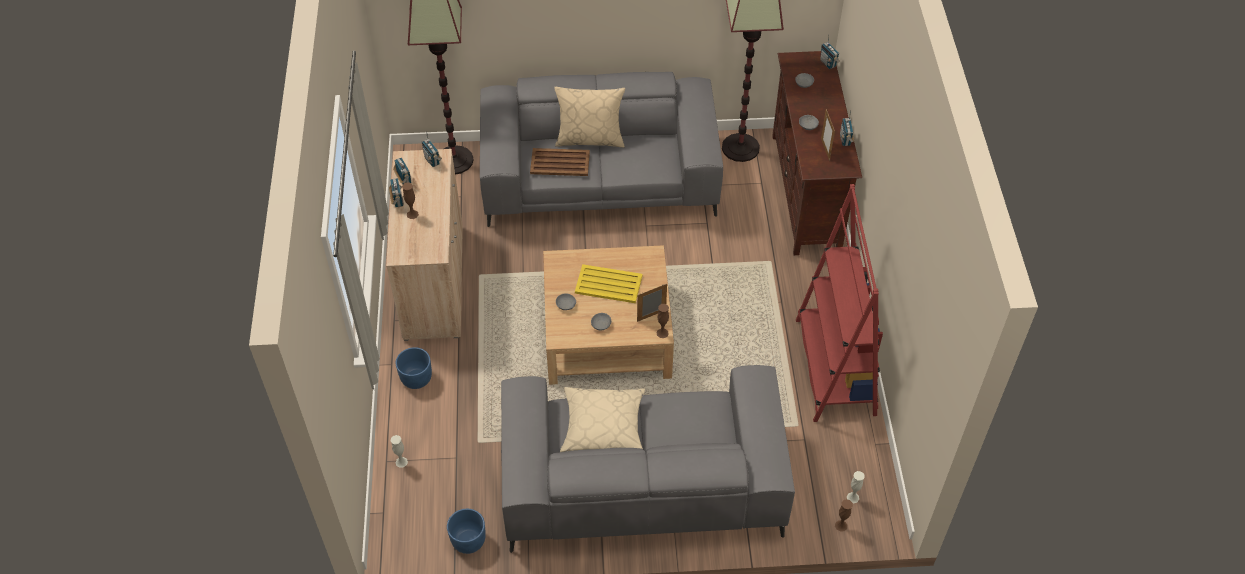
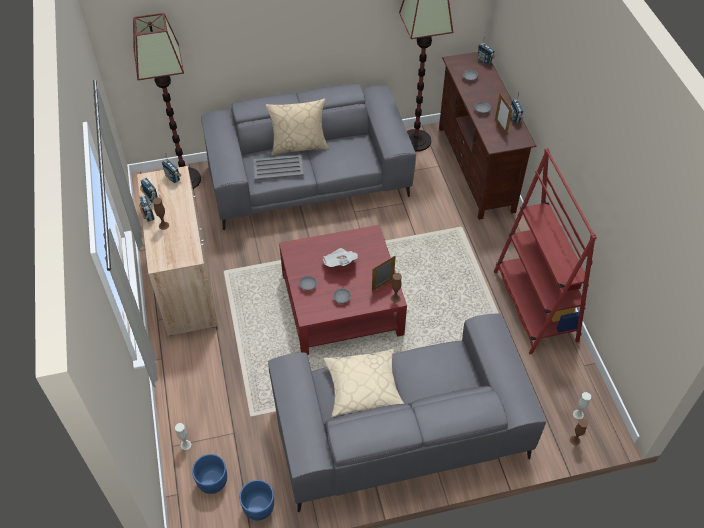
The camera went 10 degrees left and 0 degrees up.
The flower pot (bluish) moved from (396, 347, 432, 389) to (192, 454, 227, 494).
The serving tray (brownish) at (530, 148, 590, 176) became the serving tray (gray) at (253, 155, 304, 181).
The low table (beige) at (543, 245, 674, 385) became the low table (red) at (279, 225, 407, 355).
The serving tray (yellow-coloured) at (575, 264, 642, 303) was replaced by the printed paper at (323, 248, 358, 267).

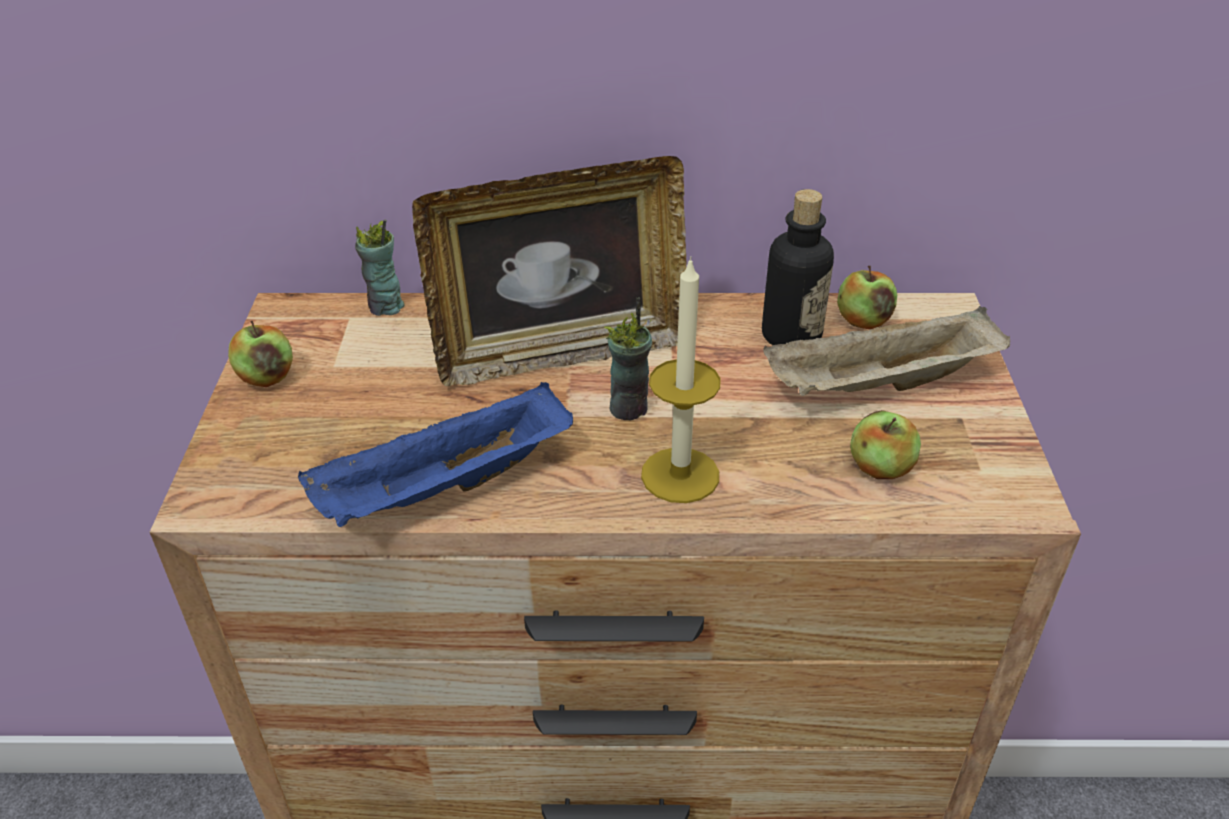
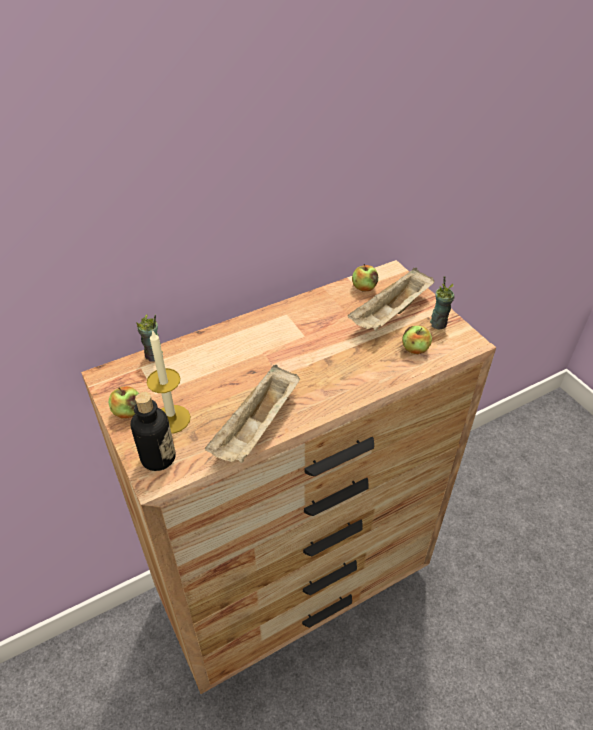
The camera went 30 degrees left and 5 degrees up.
The serving tray (bluish) at (298, 382, 573, 527) became the serving tray (beige) at (205, 365, 300, 463).
The photo frame at (412, 156, 687, 386) disappeared.
The drinking cup moved from (604, 298, 652, 421) to (430, 276, 455, 330).
The candle moved from (641, 256, 720, 503) to (147, 330, 190, 434).
The drink bottle moved from (762, 189, 834, 345) to (131, 392, 175, 471).

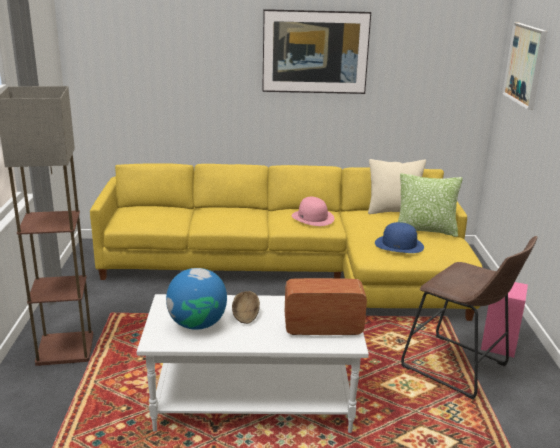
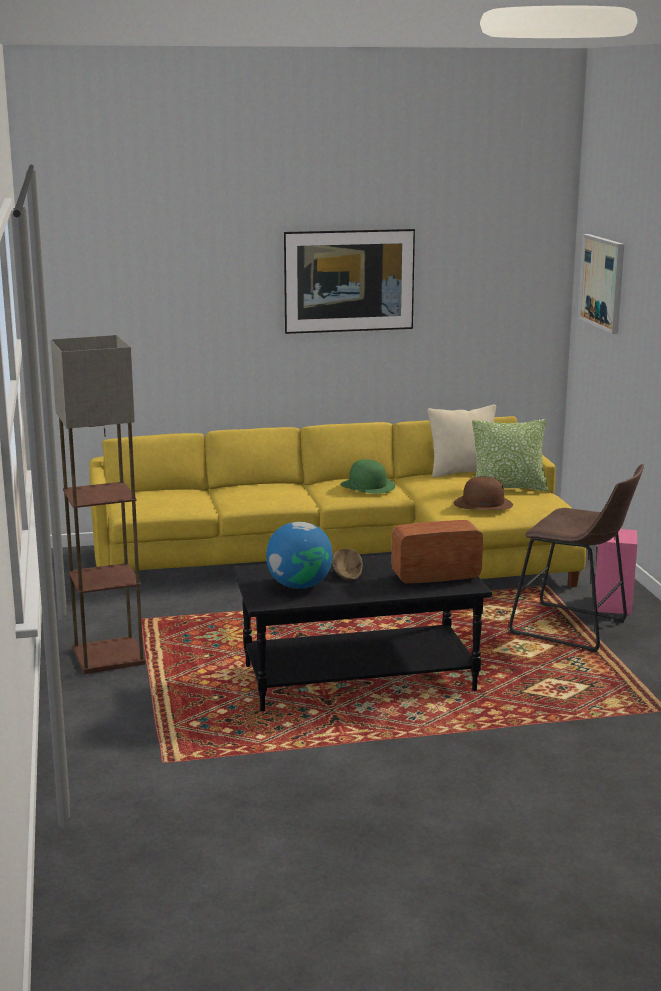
The camera went 10 degrees left and 5 degrees down.
The low table (white) at (137, 294, 369, 433) became the low table (blackish) at (233, 555, 492, 711).
The wearable hat (pinkish) at (292, 197, 334, 226) became the wearable hat (green-coloured) at (340, 459, 395, 494).
The wearable hat (bluish) at (375, 222, 424, 253) became the wearable hat (brownish) at (454, 477, 513, 510).

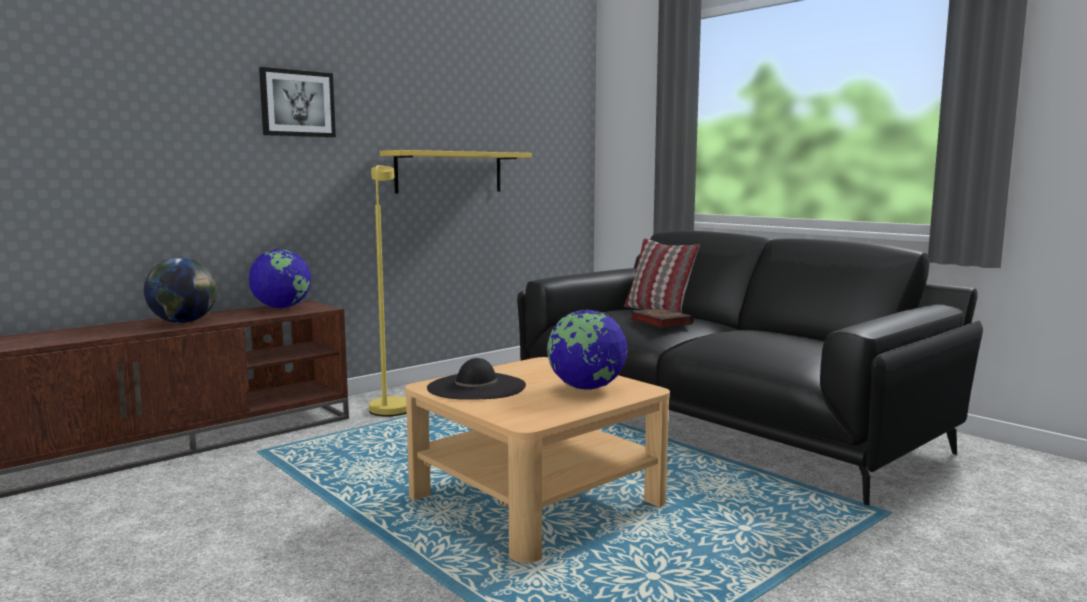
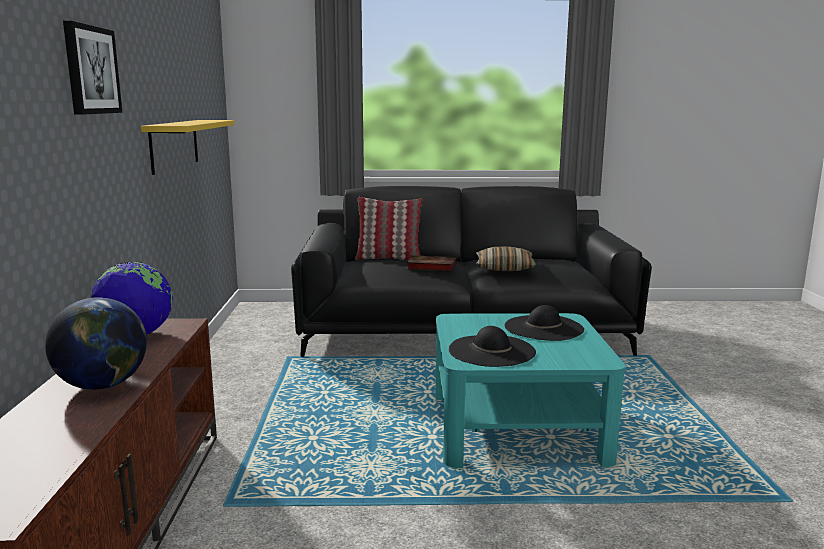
The camera went 50 degrees left and 5 degrees up.
The standard lamp (yellow-coloured) at (369, 165, 407, 417) disappeared.
The low table (beige) at (405, 357, 670, 563) became the low table (blue-green) at (436, 313, 625, 468).
The world globe at (547, 309, 628, 390) was replaced by the wearable hat (blackish) at (504, 305, 584, 341).
The pillow at (476, 246, 536, 271) appeared.

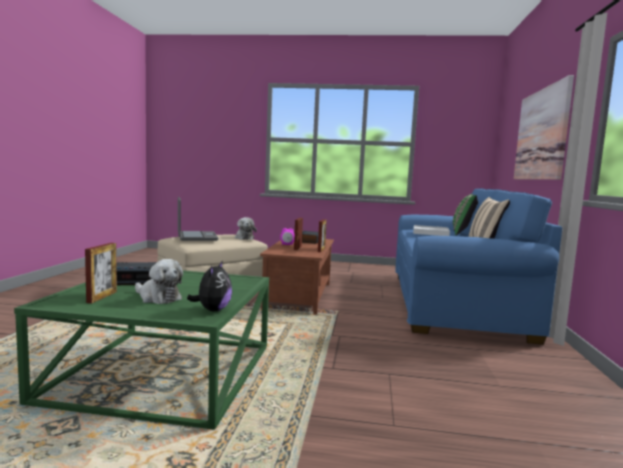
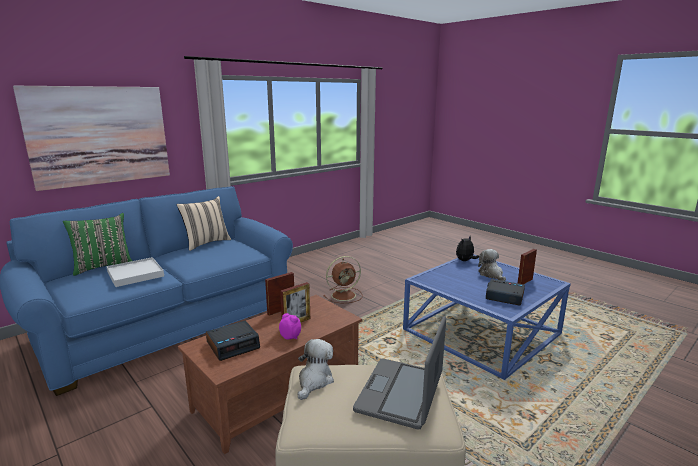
The camera went 140 degrees left and 10 degrees up.
The low table (green-coloured) at (14, 271, 269, 430) became the low table (bluish) at (403, 254, 571, 380).
The fan (brownish) at (323, 256, 363, 303) appeared.

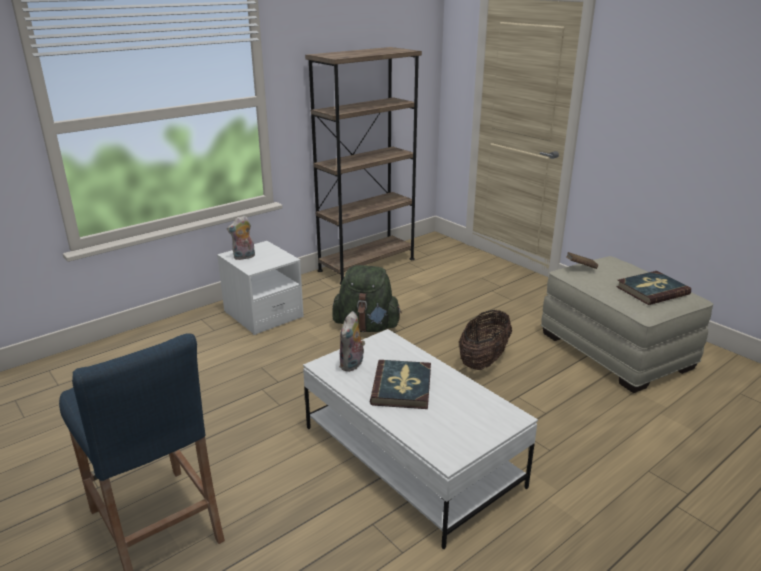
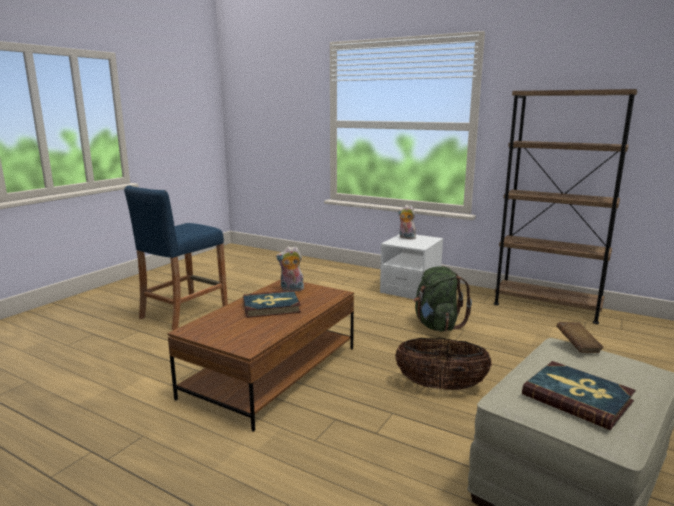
The camera went 70 degrees right and 10 degrees down.
The low table (white) at (303, 329, 538, 549) became the low table (brownish) at (167, 279, 354, 432).

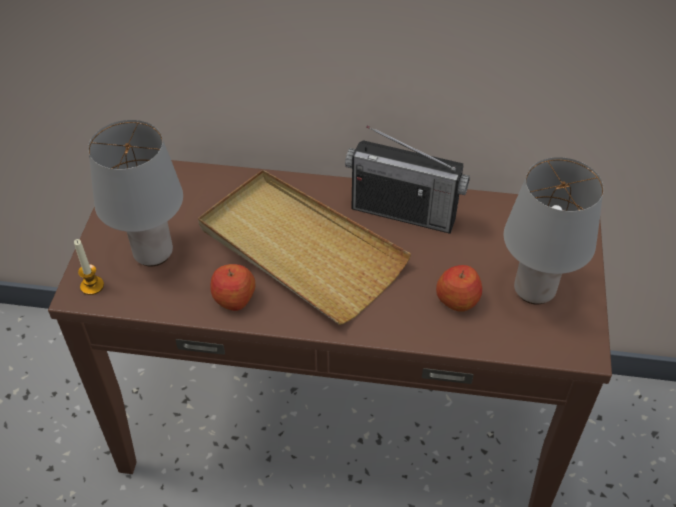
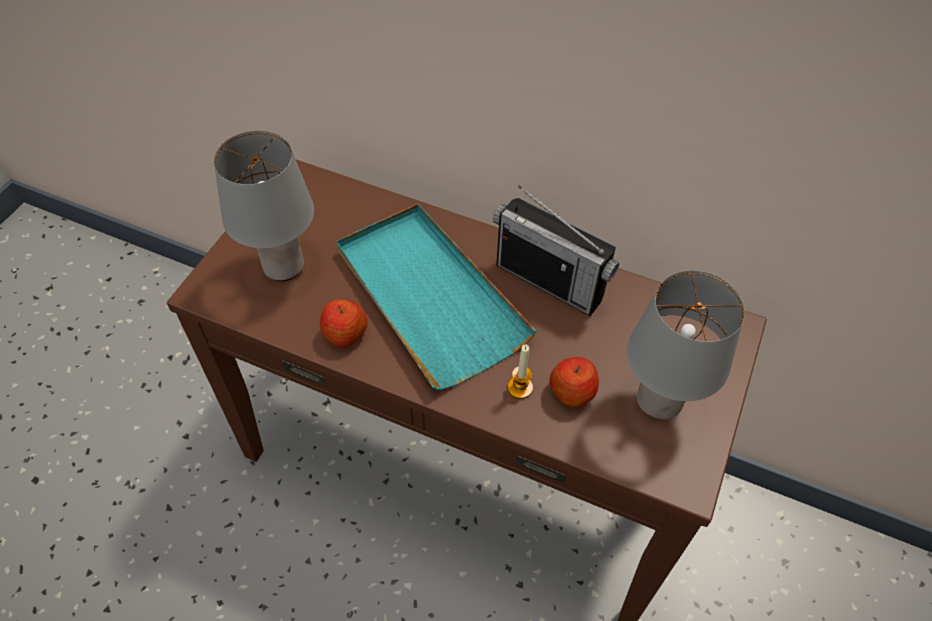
The camera went 15 degrees right and 5 degrees up.
The candle moved from (74, 239, 104, 295) to (508, 344, 533, 399).
The serving tray (beige) at (198, 170, 411, 325) became the serving tray (blue-green) at (336, 204, 536, 390).

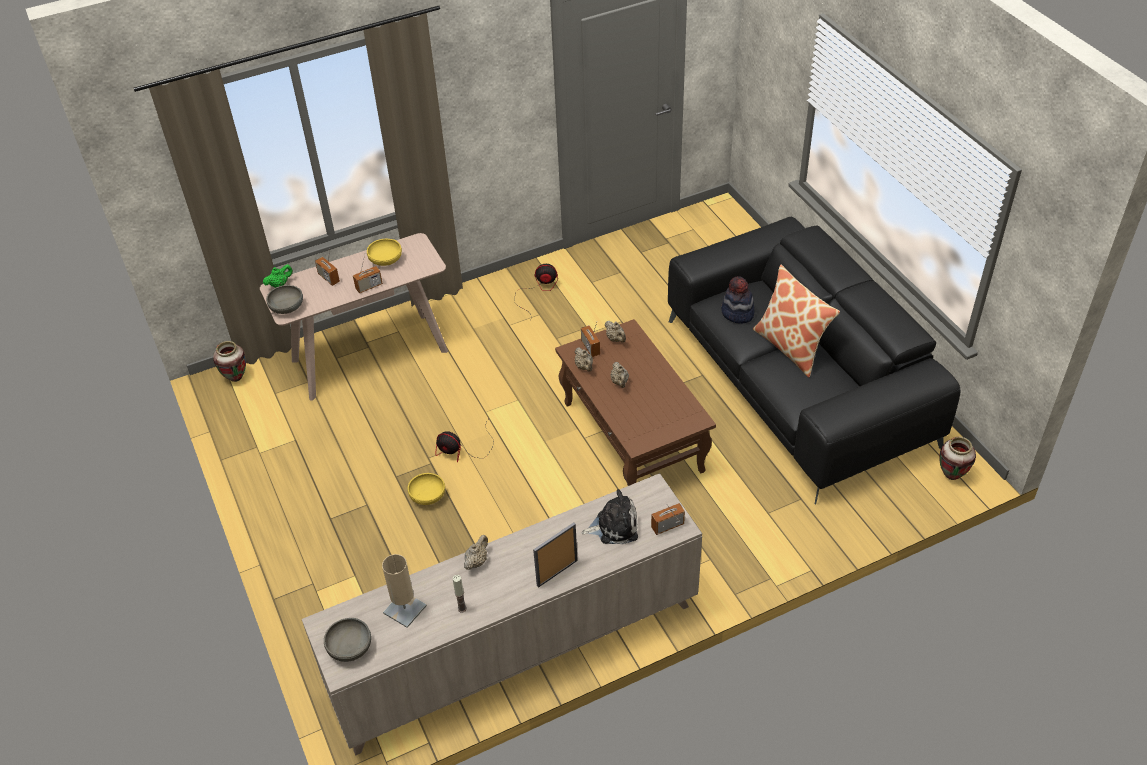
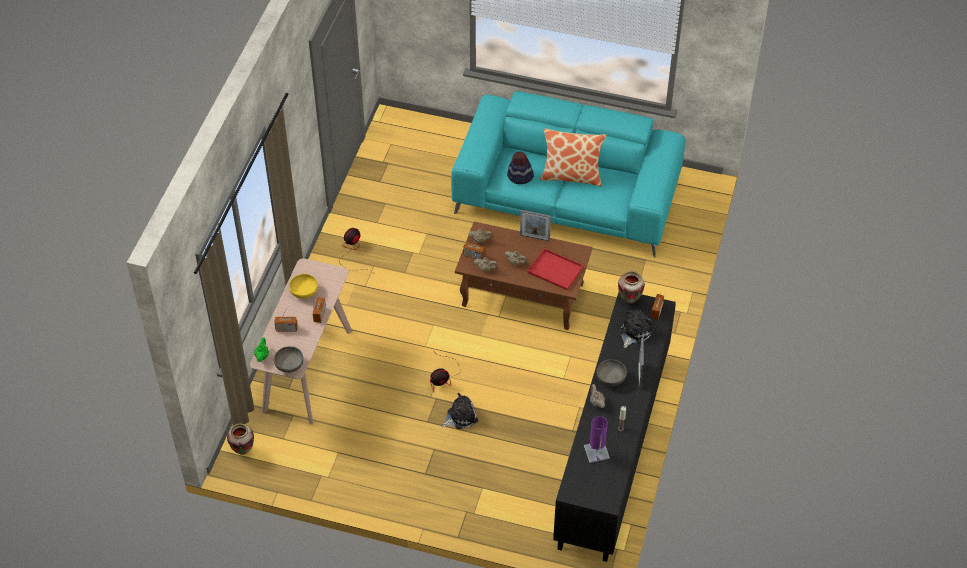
The camera went 50 degrees left and 5 degrees up.
The cabinet (beige) at (302, 473, 702, 756) became the cabinet (blackish) at (553, 292, 676, 562).
The bowl (gray) moved from (324, 618, 371, 662) to (596, 359, 627, 386).
The lamp for a table (beige) at (382, 554, 427, 628) became the lamp for a table (purple-coloured) at (584, 416, 610, 463).
The bowl (yellow-coloured) at (407, 473, 445, 505) was replaced by the plush toy at (442, 393, 478, 429).
The couch (blackish) at (668, 216, 960, 504) became the couch (blue-green) at (451, 91, 685, 257).
The vase moved from (940, 437, 976, 480) to (618, 271, 645, 304).
The photo frame at (520, 210, 551, 241) appeared.
The serving tray (red) at (527, 248, 584, 290) appeared.

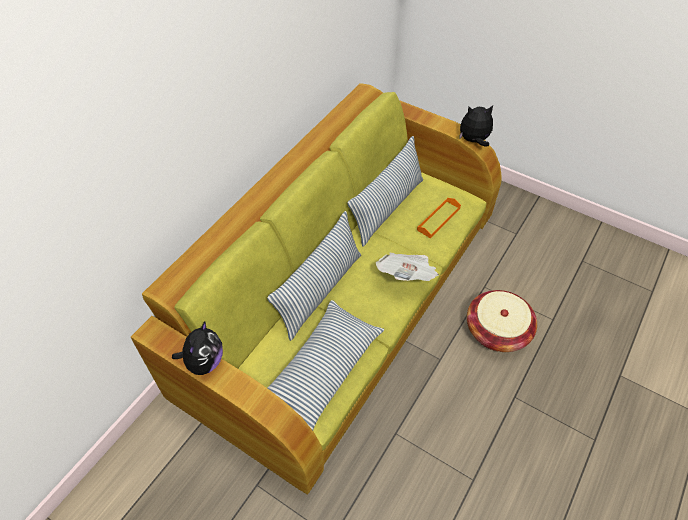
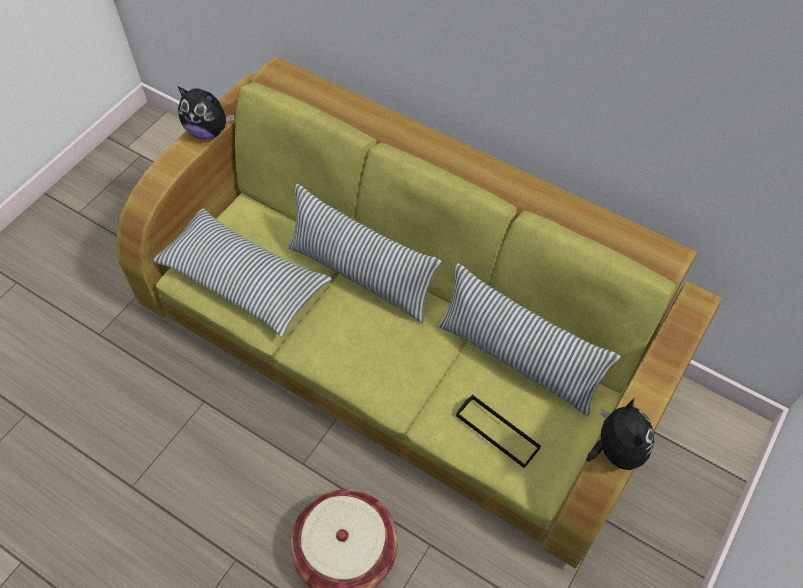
The camera went 90 degrees right and 5 degrees up.
The printed paper at (376, 252, 439, 281) disappeared.
The serving tray (orange) at (417, 198, 461, 238) became the serving tray (blackish) at (456, 395, 541, 468).

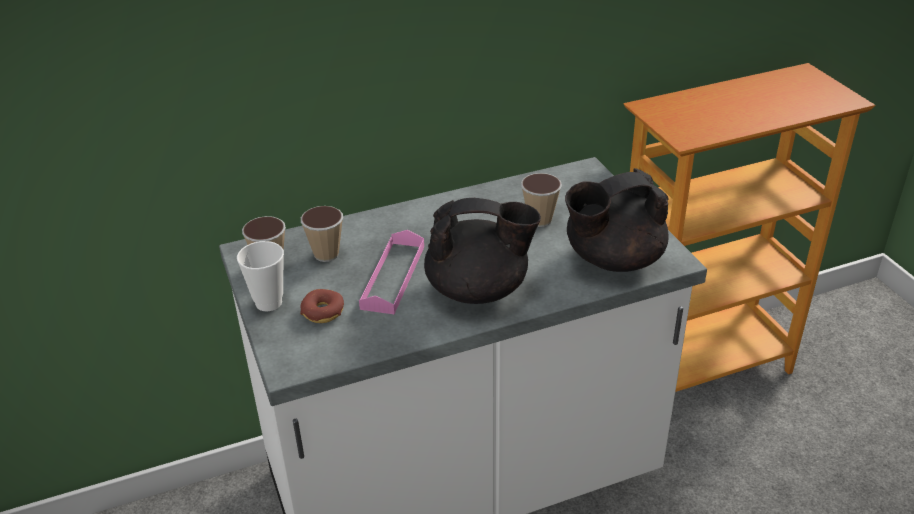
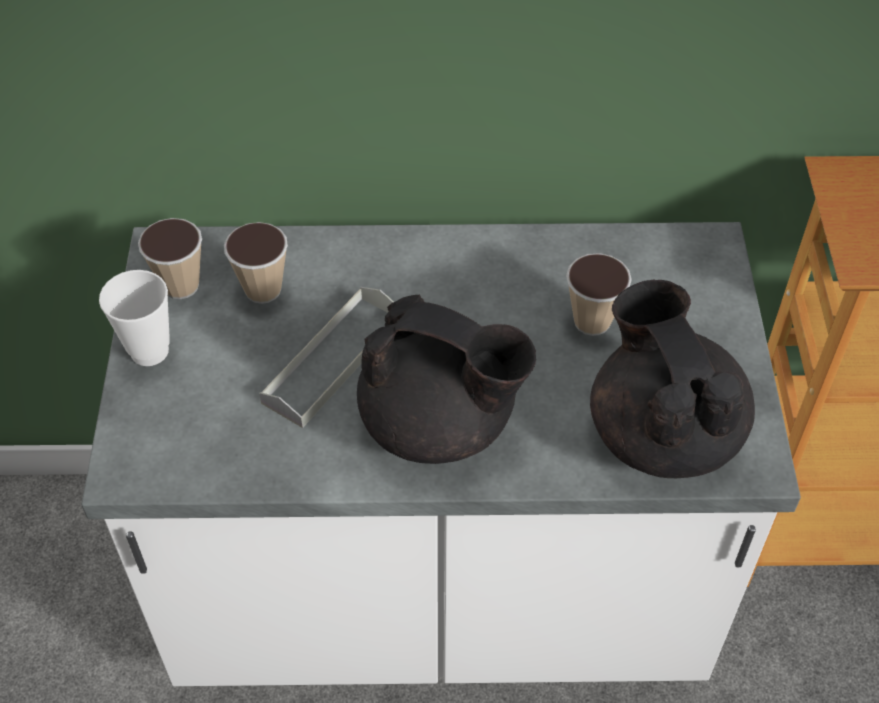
The camera went 20 degrees right and 15 degrees up.
The doughnut at (300, 289, 344, 323) disappeared.
The serving tray (pinkish) at (359, 230, 424, 314) became the serving tray (gray) at (259, 287, 394, 428).
The teapot (blackish) at (565, 168, 669, 272) turned 75 degrees clockwise.

